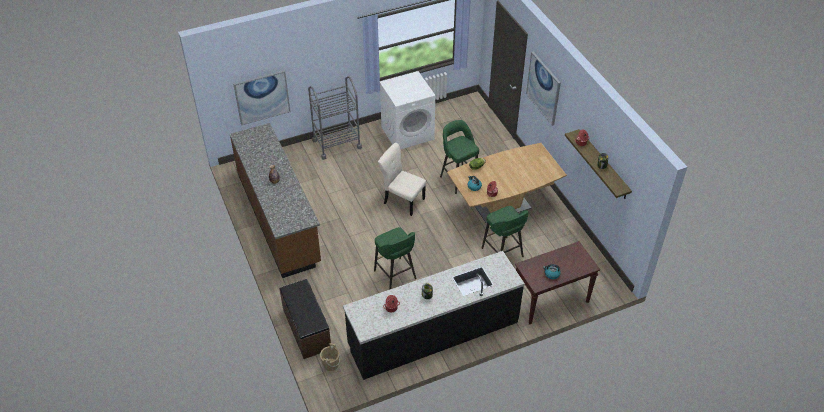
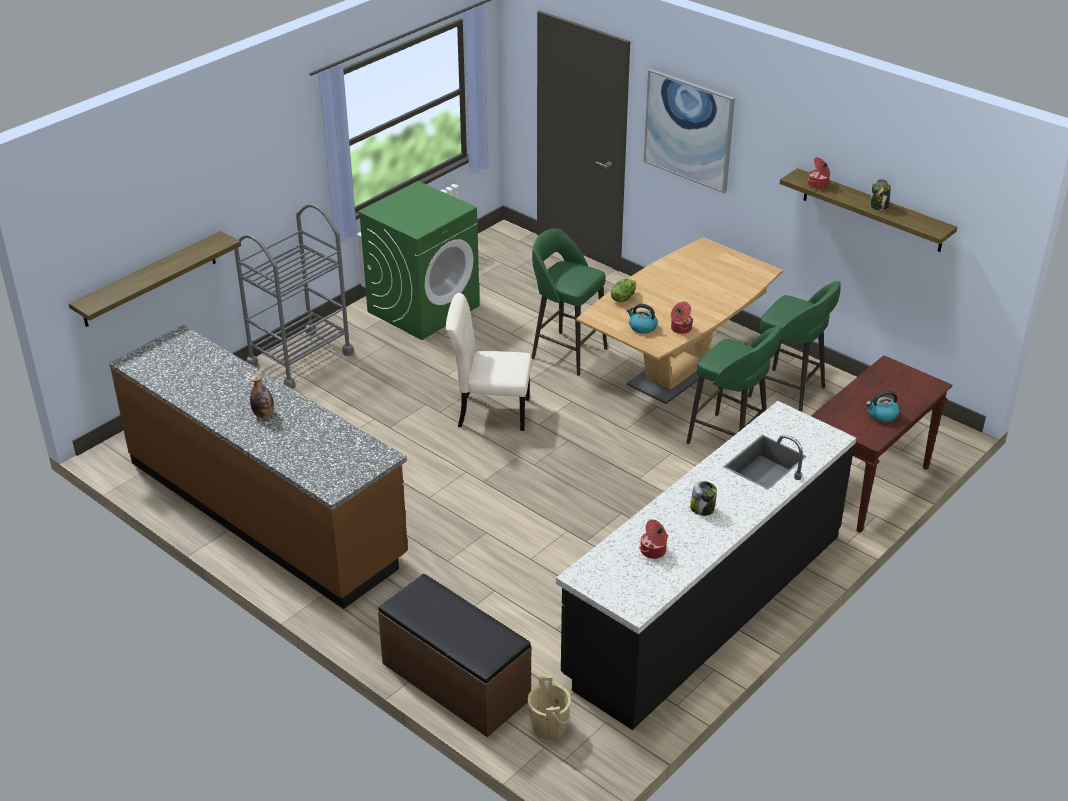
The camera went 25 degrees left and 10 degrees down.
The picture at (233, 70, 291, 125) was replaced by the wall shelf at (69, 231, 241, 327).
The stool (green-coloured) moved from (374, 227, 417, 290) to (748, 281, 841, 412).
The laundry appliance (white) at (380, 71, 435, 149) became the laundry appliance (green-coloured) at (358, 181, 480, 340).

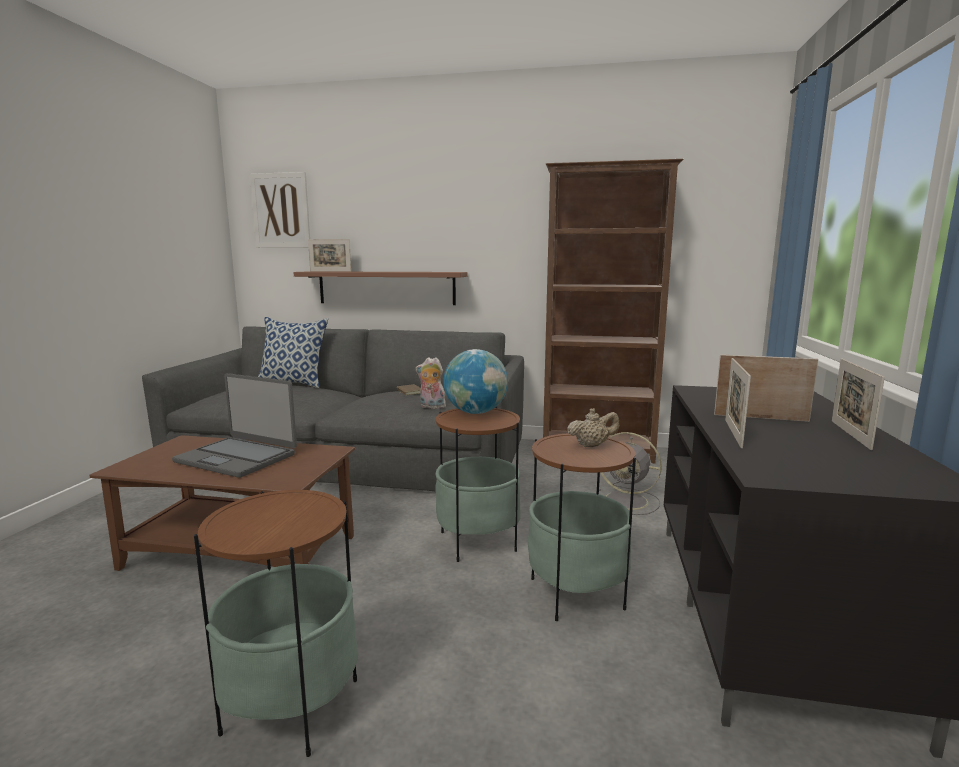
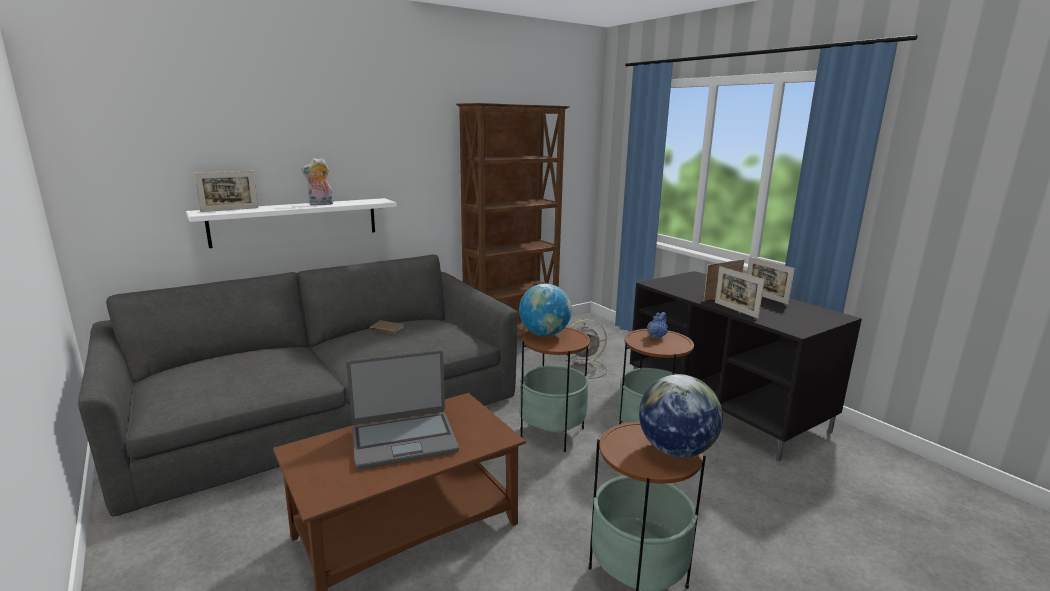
The camera went 45 degrees left and 5 degrees up.
The picture at (250, 172, 310, 248) disappeared.
The pillow at (258, 317, 328, 388) disappeared.
The wall shelf (brownish) at (293, 271, 468, 305) became the wall shelf (white) at (186, 198, 397, 248).
The plush toy moved from (416, 357, 446, 409) to (301, 158, 333, 206).
The teapot (beige) at (567, 408, 620, 447) became the teapot (bluish) at (647, 312, 668, 339).
The world globe at (639, 374, 723, 458) appeared.

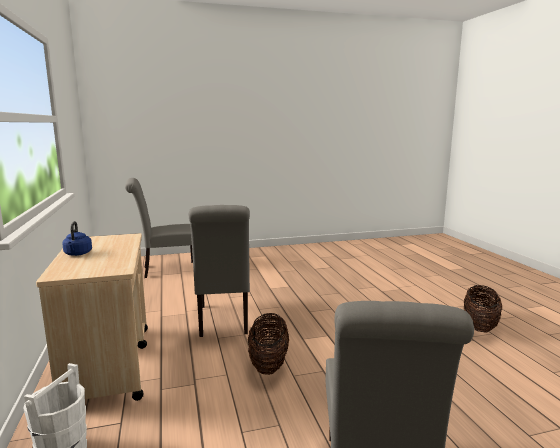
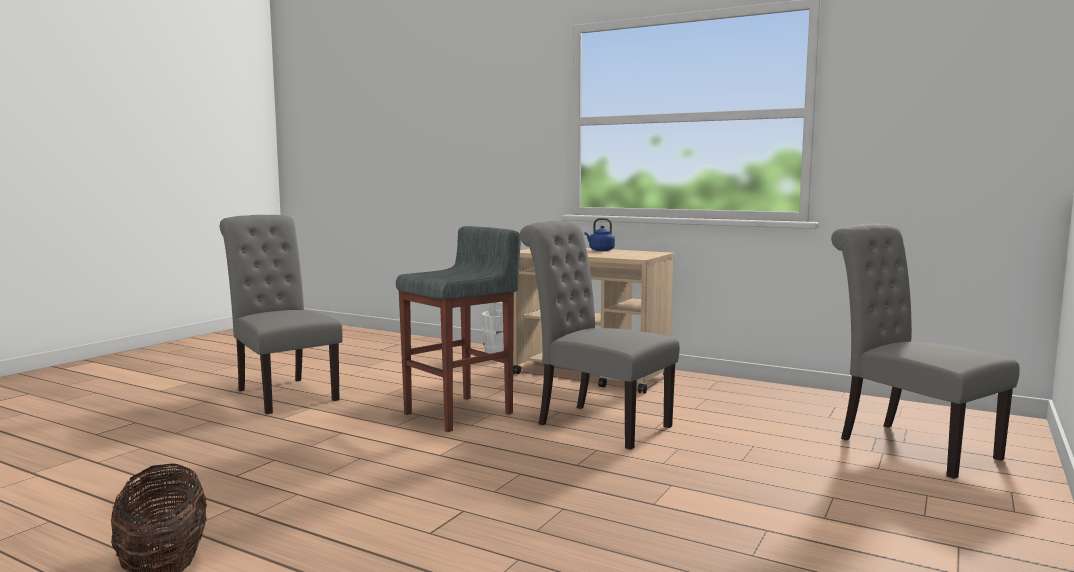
The camera went 135 degrees right and 5 degrees down.
The upright chair (gray) at (125, 178, 193, 278) turned 60 degrees counterclockwise.
The basket at (248, 313, 289, 375) was replaced by the stool (gray) at (396, 226, 521, 432).

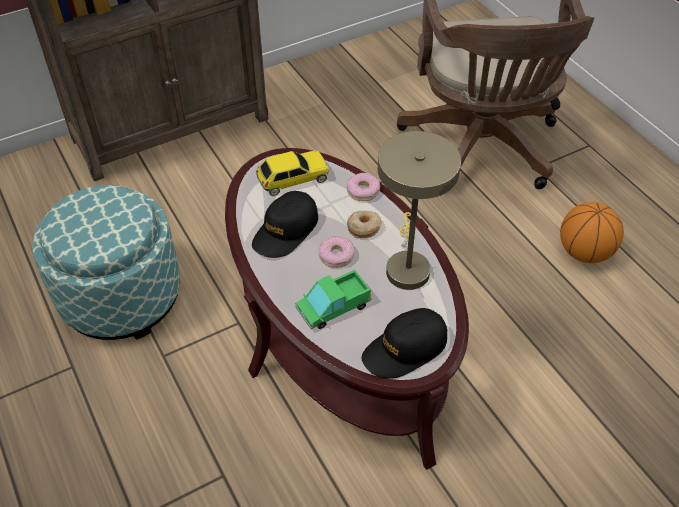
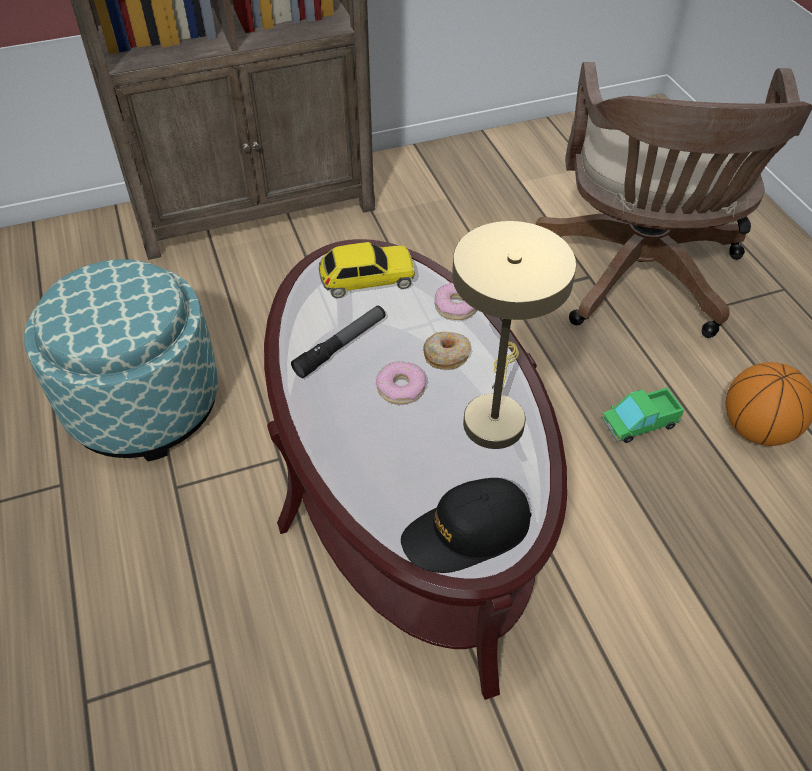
The camera went 10 degrees right and 0 degrees up.
The peaked cap (blackish) at (252, 191, 318, 258) was replaced by the torch at (291, 306, 386, 378).
The toy lorry moved from (295, 270, 372, 329) to (601, 387, 684, 443).

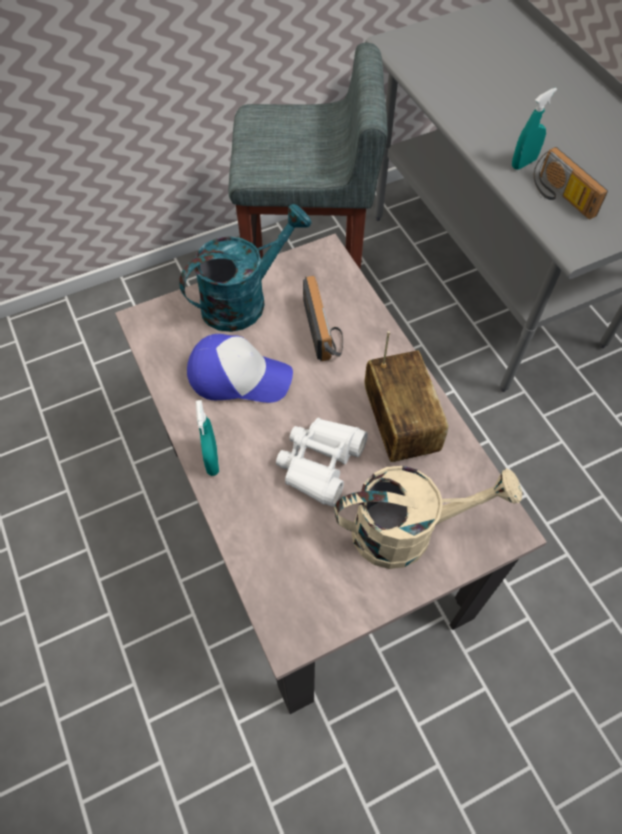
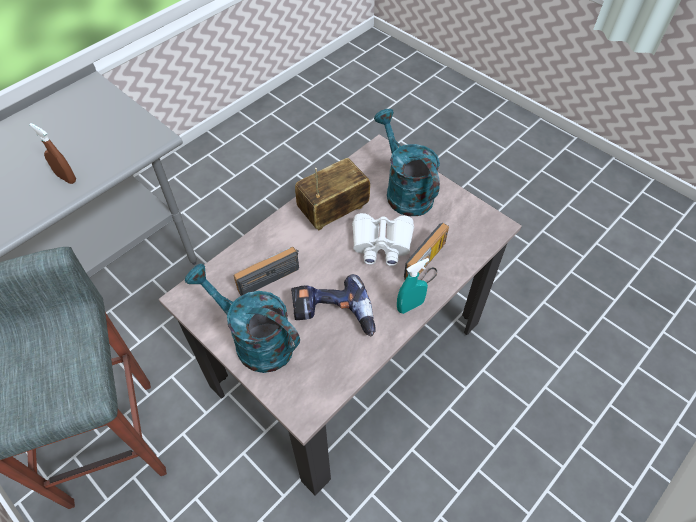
The camera went 110 degrees left and 5 degrees down.
The peaked cap at (187, 334, 293, 403) was replaced by the drill at (291, 274, 376, 337).
The watering can (beige) at (334, 466, 522, 569) became the watering can (blue-green) at (374, 109, 440, 216).
The hand sprayer (blue-green) at (512, 87, 557, 170) became the hand sprayer (brownish) at (29, 123, 76, 184).
The radio set moved from (534, 147, 608, 219) to (404, 223, 449, 283).

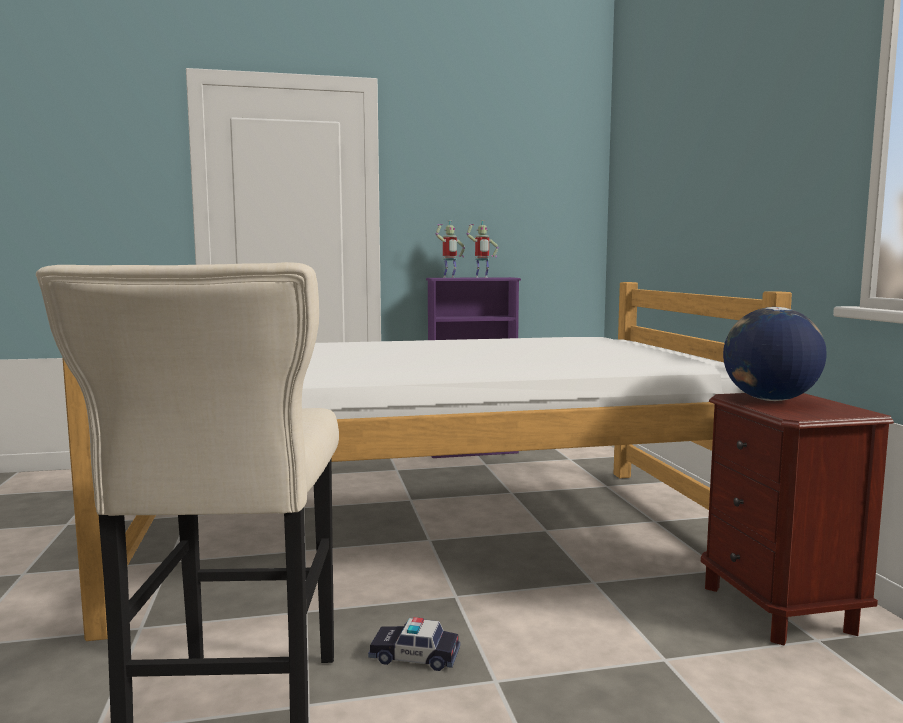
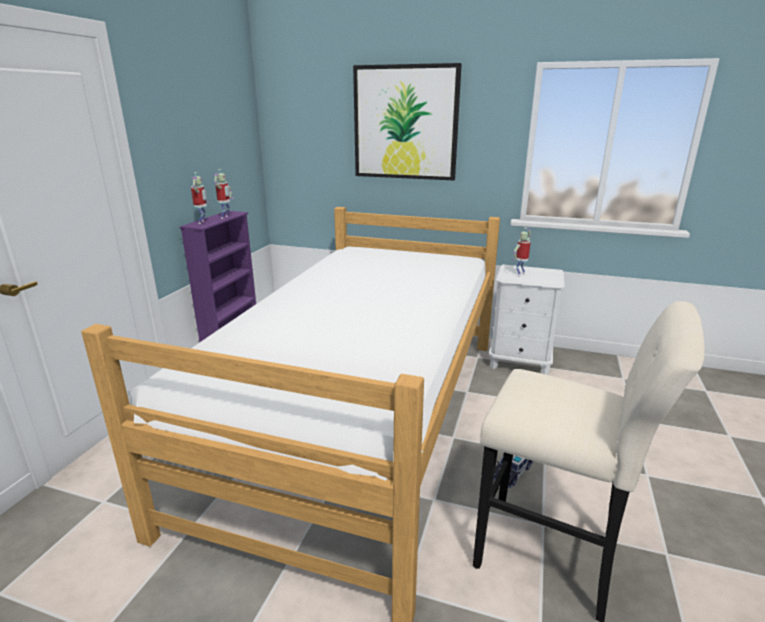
The camera went 60 degrees left and 15 degrees up.
The nightstand (brownish) at (701, 393, 894, 645) became the nightstand (white) at (489, 264, 565, 375).
The world globe at (723, 307, 827, 401) was replaced by the model robot at (512, 228, 531, 276).
The picture at (353, 63, 462, 180) appeared.

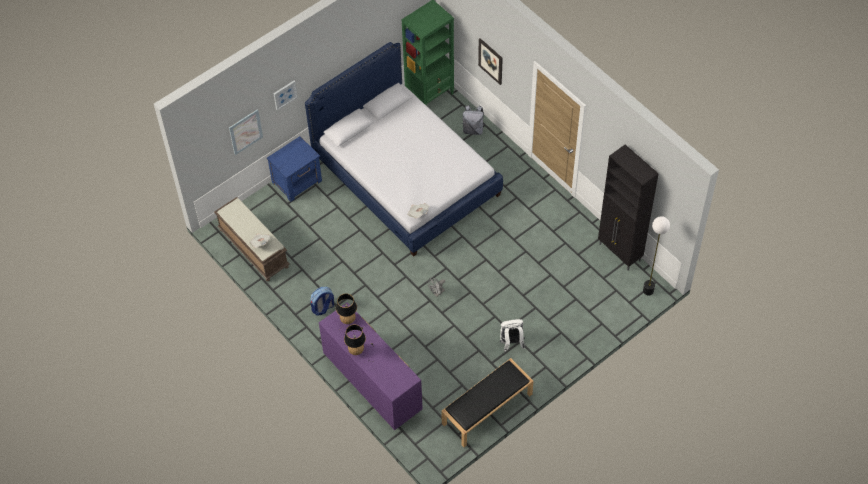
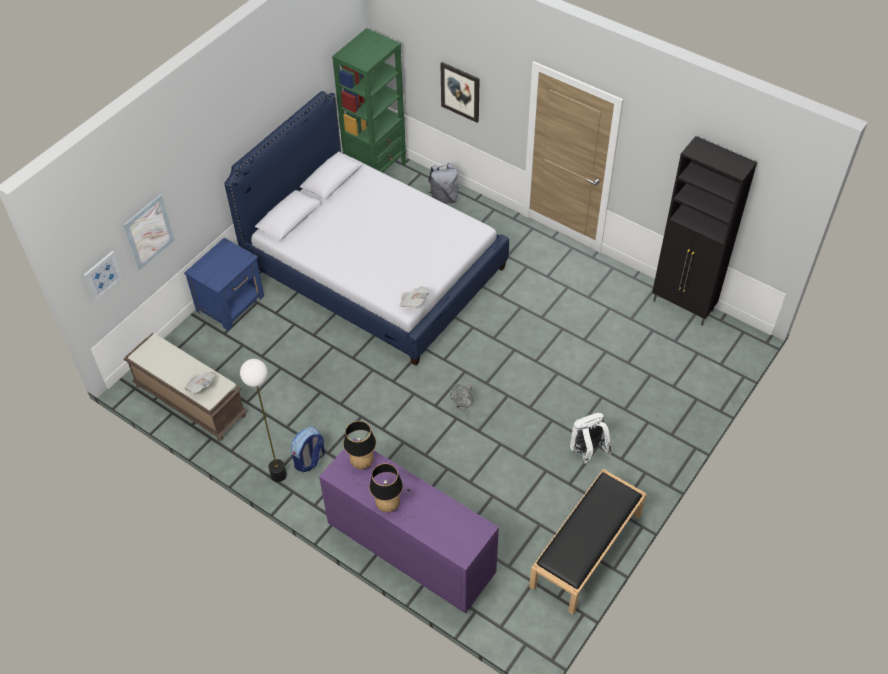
The camera went 15 degrees left and 5 degrees down.
The picture moved from (274, 80, 298, 111) to (84, 251, 123, 301).
The standard lamp moved from (643, 216, 670, 296) to (240, 359, 287, 482).

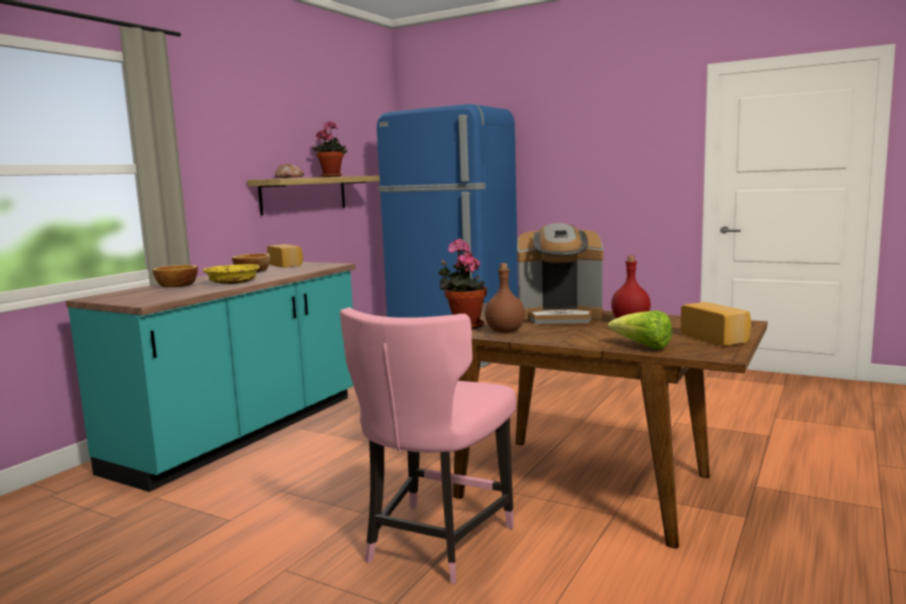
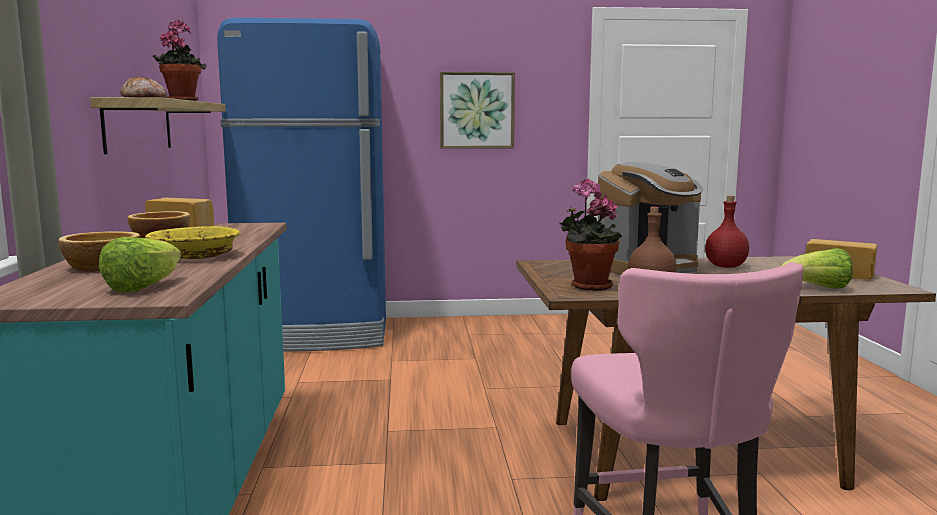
The camera went 35 degrees left and 0 degrees up.
The lettuce at (99, 237, 181, 293) appeared.
The picture at (440, 72, 515, 149) appeared.

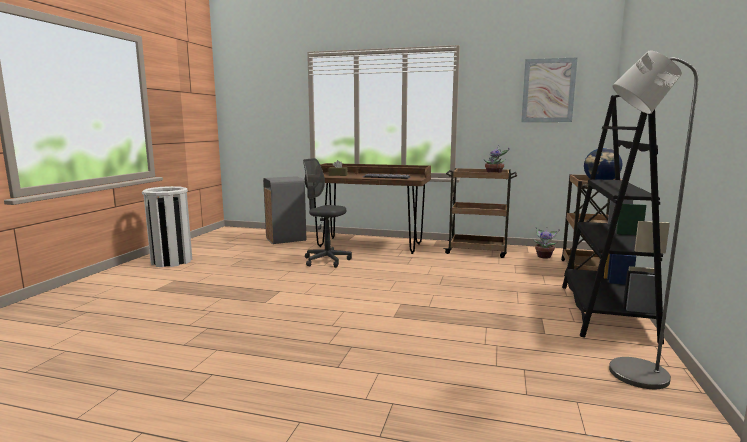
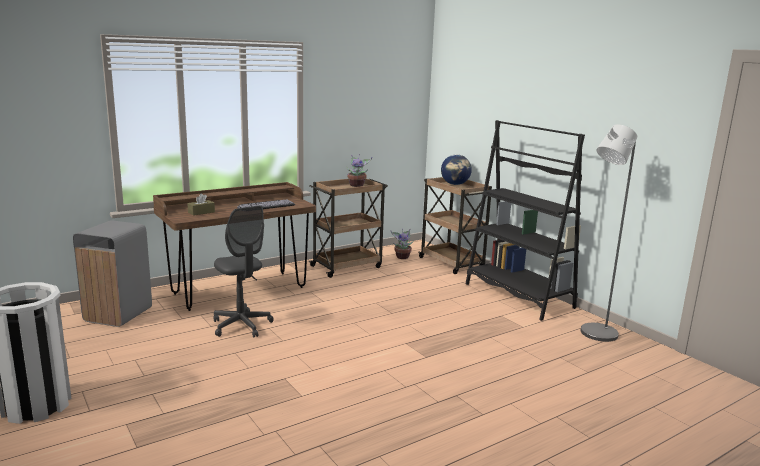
The camera went 50 degrees left and 5 degrees up.
The computer chair (gray) at (303, 158, 352, 268) turned 105 degrees counterclockwise.
The picture at (521, 57, 578, 122) disappeared.

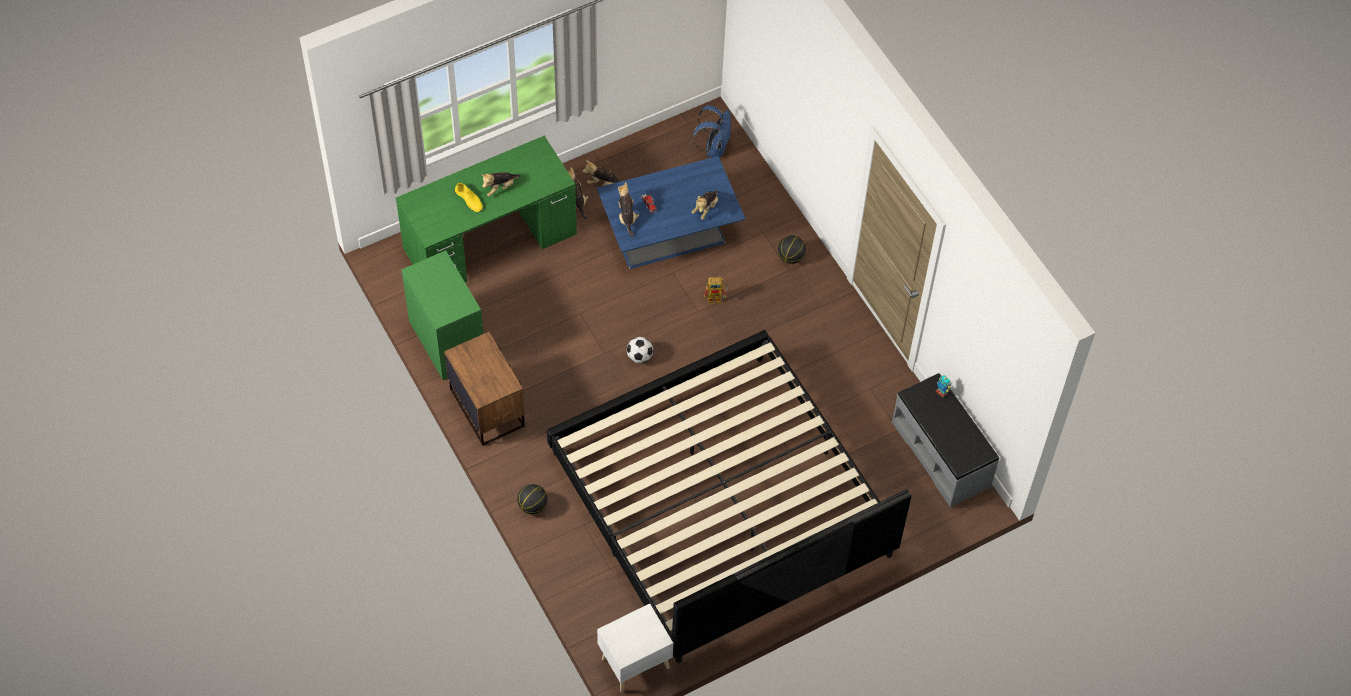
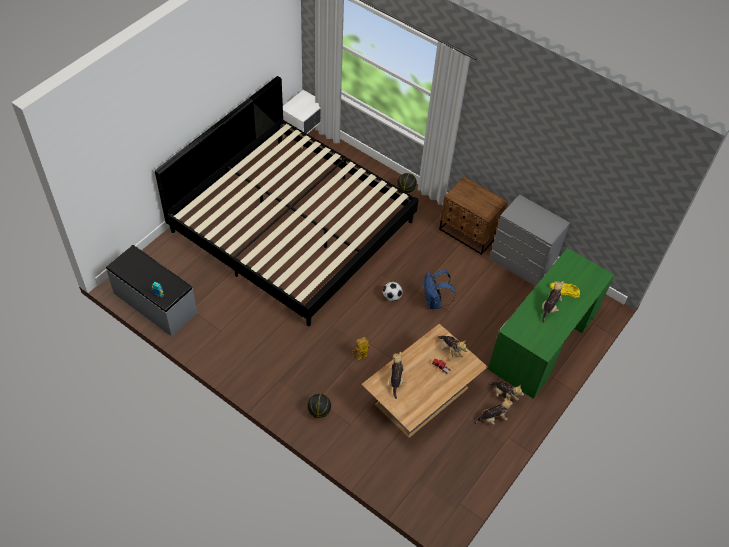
The camera went 155 degrees right and 5 degrees down.
The chest of drawers (green-coloured) at (401, 251, 483, 380) became the chest of drawers (gray) at (489, 194, 570, 286).
The low table (bluish) at (597, 156, 745, 269) became the low table (brownish) at (362, 324, 488, 438).
The rucksack (bluish) moved from (692, 105, 731, 158) to (424, 270, 456, 309).

